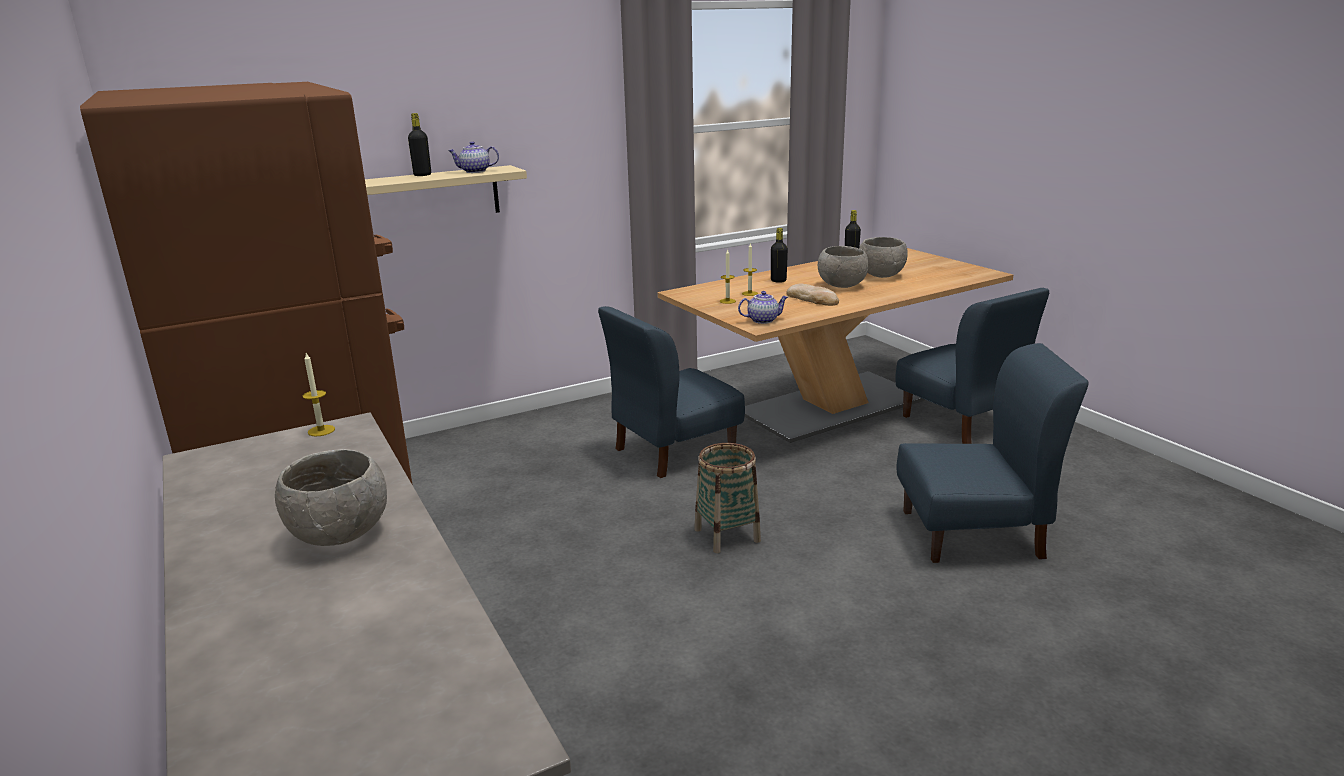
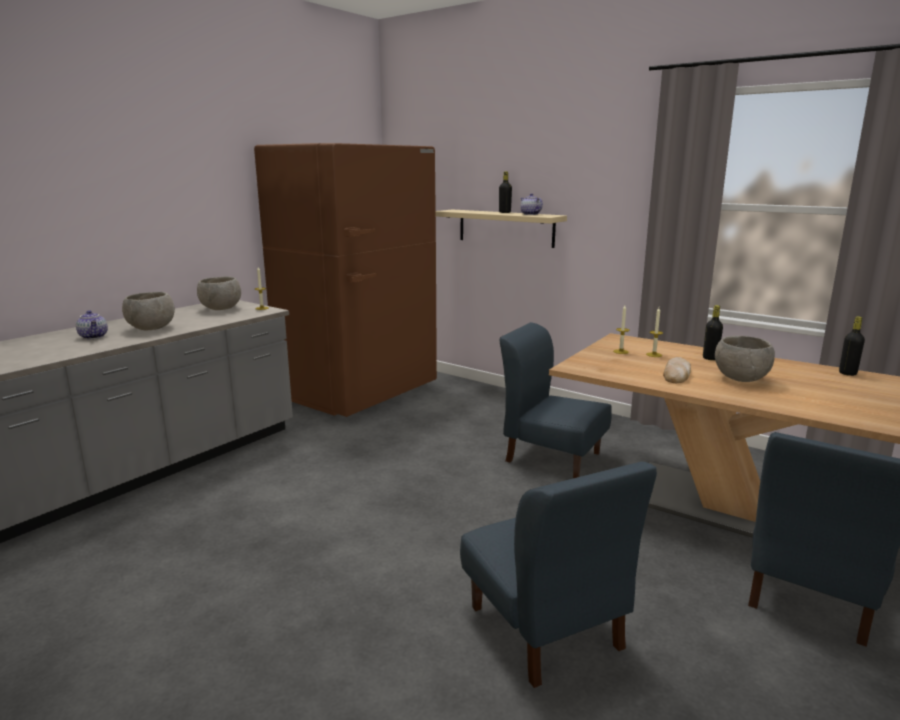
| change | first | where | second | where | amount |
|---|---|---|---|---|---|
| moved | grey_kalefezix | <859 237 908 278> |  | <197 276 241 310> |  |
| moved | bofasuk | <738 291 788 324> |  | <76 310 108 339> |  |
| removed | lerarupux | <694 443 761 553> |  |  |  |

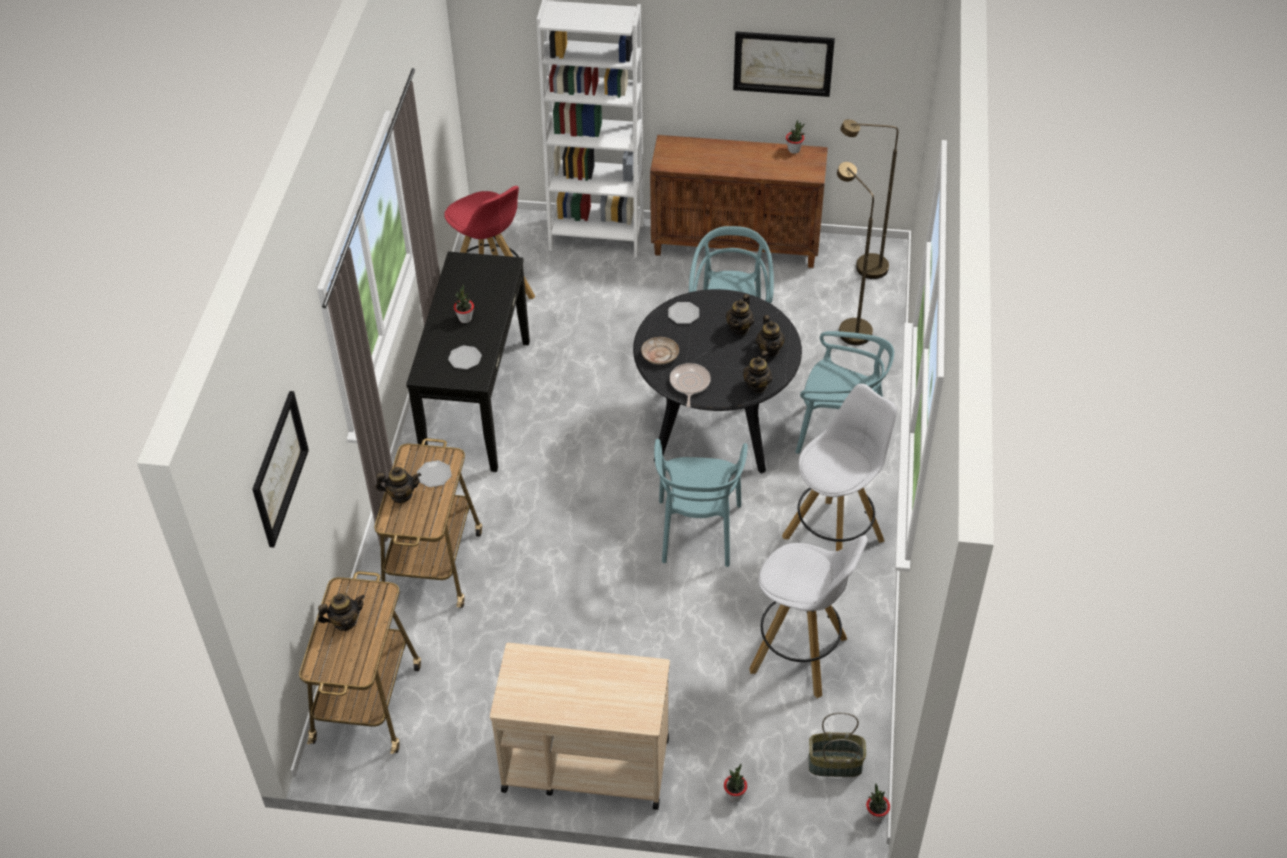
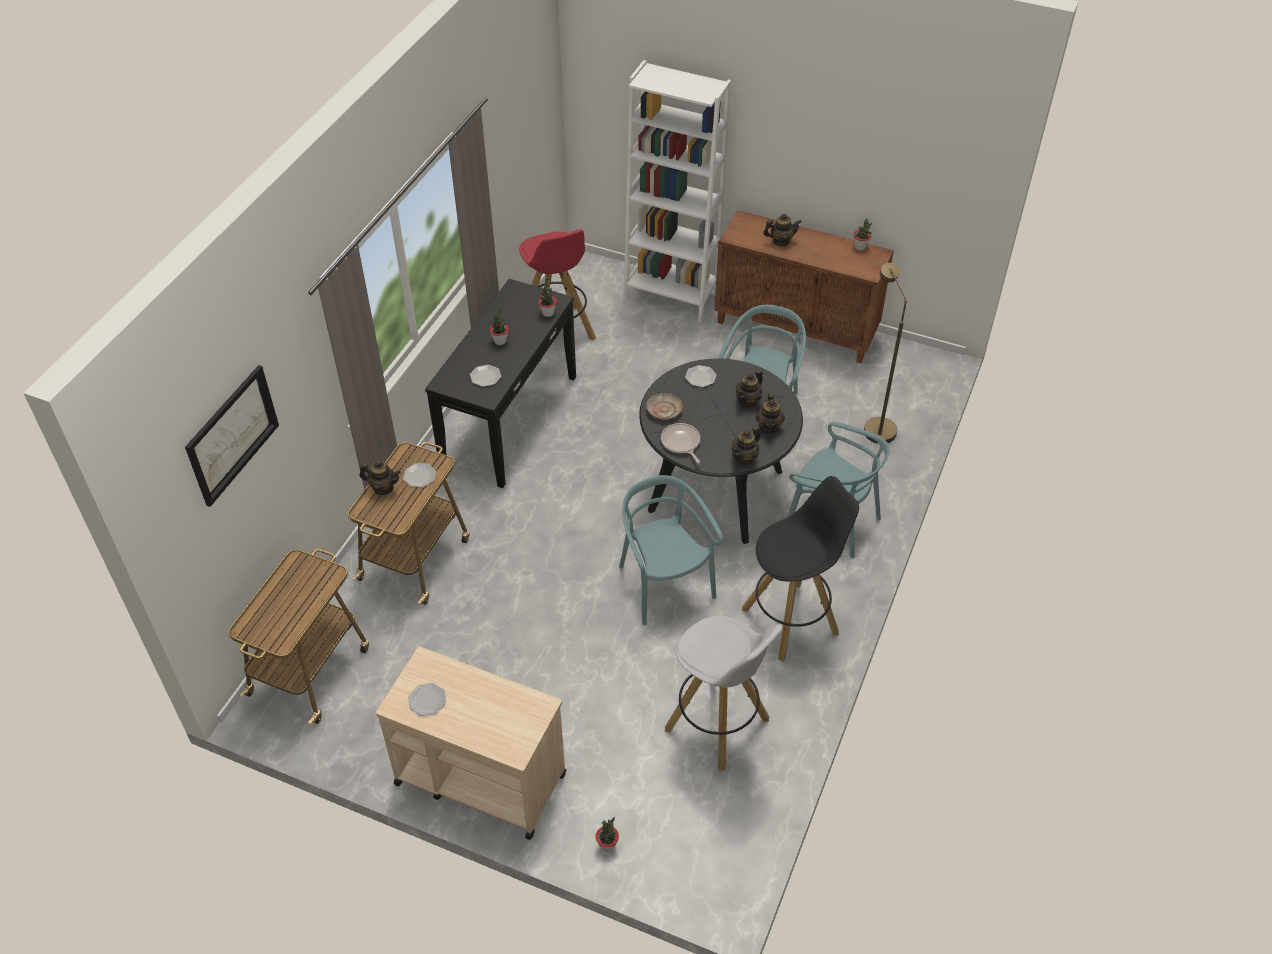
| change | first | where | second | where | amount |
|---|---|---|---|---|---|
| removed | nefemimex | <733 32 835 97> |  |  |  |
| removed | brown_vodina | <840 119 898 279> |  |  |  |
| turned | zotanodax | <670 363 711 408> |  | <661 423 700 463> | 45 degrees counterclockwise |
| recoloured | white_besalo | <782 384 897 551> | black_besalo | <742 476 859 662> |  |
| turned | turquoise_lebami | <654 439 748 567> |  | <619 475 723 625> | 135 degrees clockwise |
| moved | bofasuk | <318 593 365 631> |  | <763 213 802 246> |  |
| removed | lerarupux | <808 712 866 777> |  |  |  |
| moved | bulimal | <866 784 890 822> |  | <538 281 557 317> |  |
| added |  |  | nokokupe | <408 683 446 716> |  |

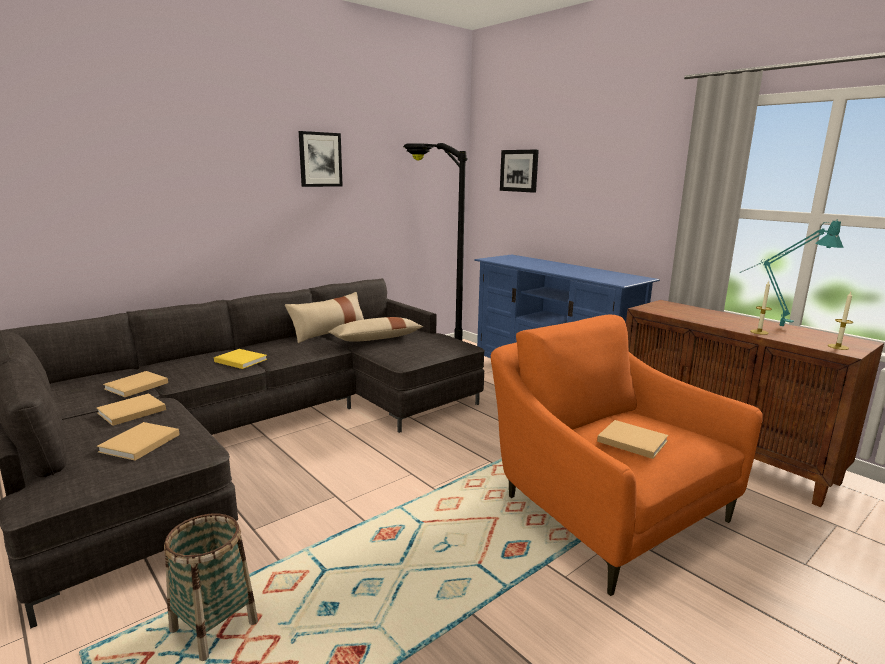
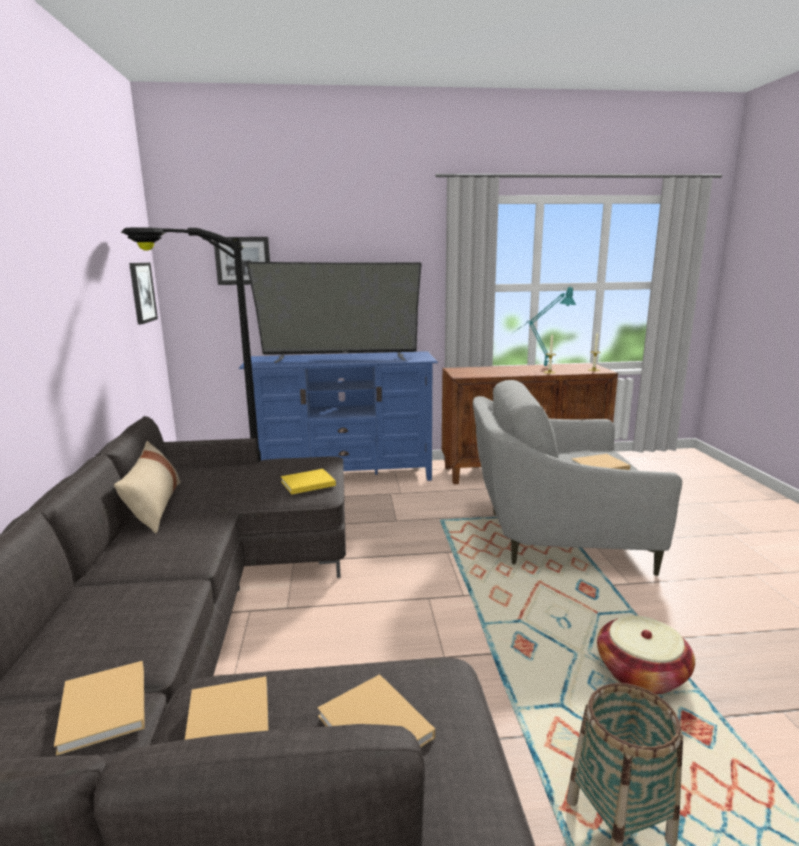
| change | first | where | second | where | amount |
|---|---|---|---|---|---|
| moved | nefemimex | <299 131 343 187> |  | <129 263 158 324> |  |
| recoloured | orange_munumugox | <491 315 763 596> | grey_munumugox | <473 380 682 576> |  |
| removed | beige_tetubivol | <328 317 423 342> |  |  |  |
| moved | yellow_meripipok | <214 349 267 369> |  | <281 469 336 494> |  |
| added |  |  | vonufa | <246 262 422 363> |  |
| added |  |  | lerarupux | <597 615 695 695> |  |

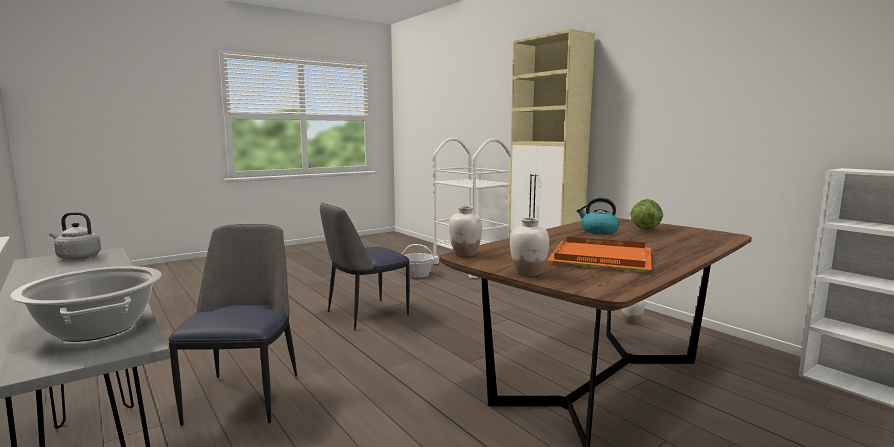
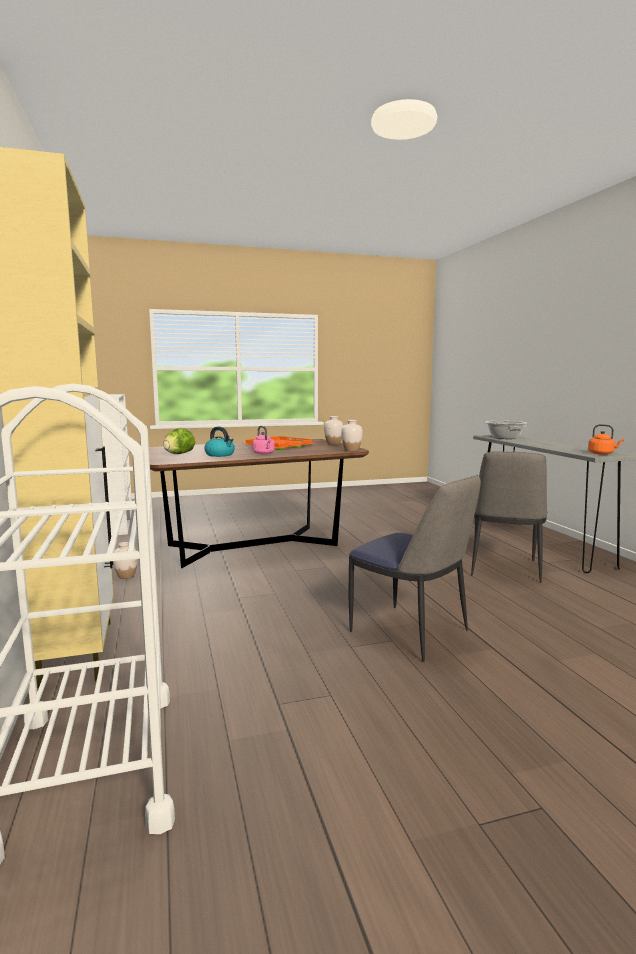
| change | first | where | second | where | amount |
|---|---|---|---|---|---|
| turned | lebami | <320 203 410 330> |  | <348 475 481 662> | 60 degrees clockwise |
| recoloured | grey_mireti | <50 212 101 260> | orange_mireti | <588 424 624 455> |  |
| removed | lerarupux | <402 244 435 278> |  |  |  |
| added |  |  | pink_mireti | <252 426 275 454> |  |

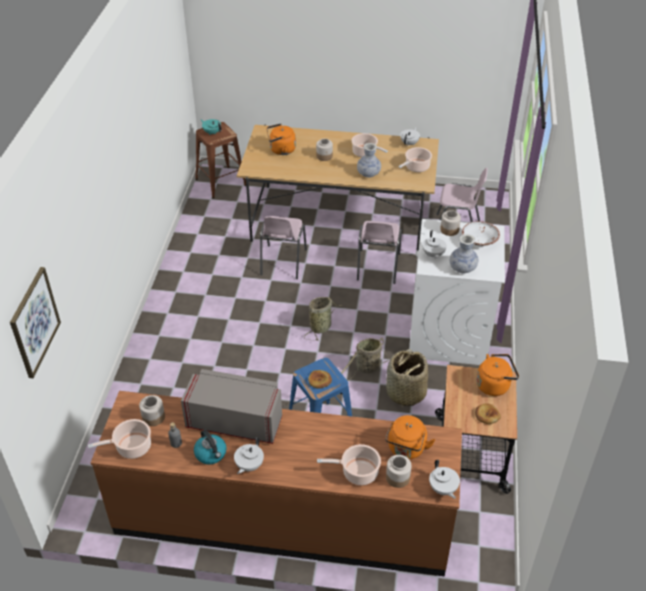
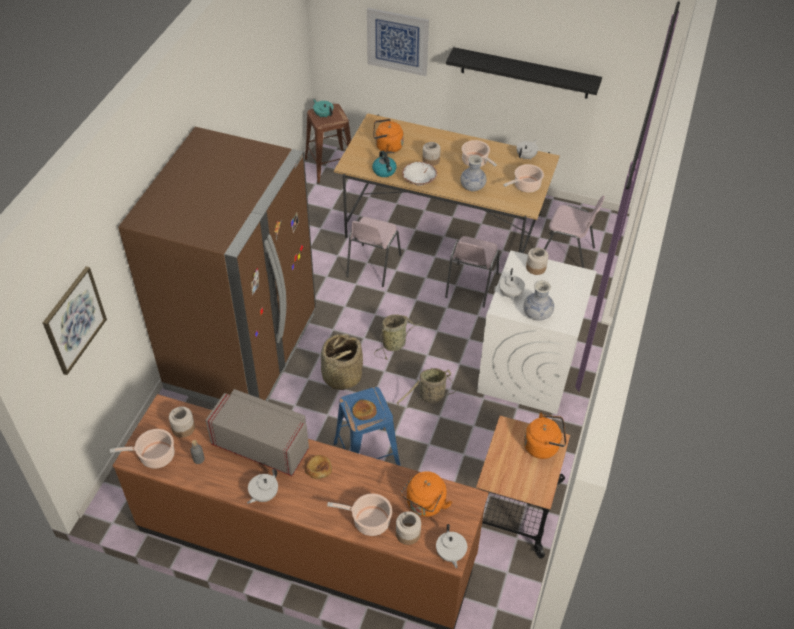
| change | first | where | second | where | amount |
|---|---|---|---|---|---|
| moved | white_kalefezix | <462 221 500 246> |  | <402 162 437 186> |  |
| moved | lerarupux | <386 349 428 407> |  | <321 334 363 390> |  |
| moved | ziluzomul | <475 403 501 424> |  | <305 455 332 479> |  |
| moved | mireti | <194 430 227 464> |  | <372 151 397 177> |  |
| added |  |  | nefemimex | <367 8 429 76> |  |
| added |  |  | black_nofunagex | <446 47 602 99> |  |
| added |  |  | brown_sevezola | <118 127 316 404> |  |

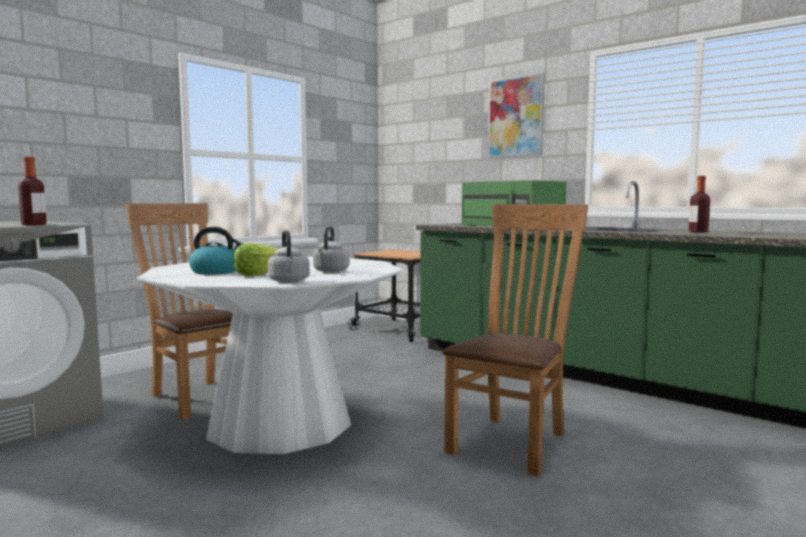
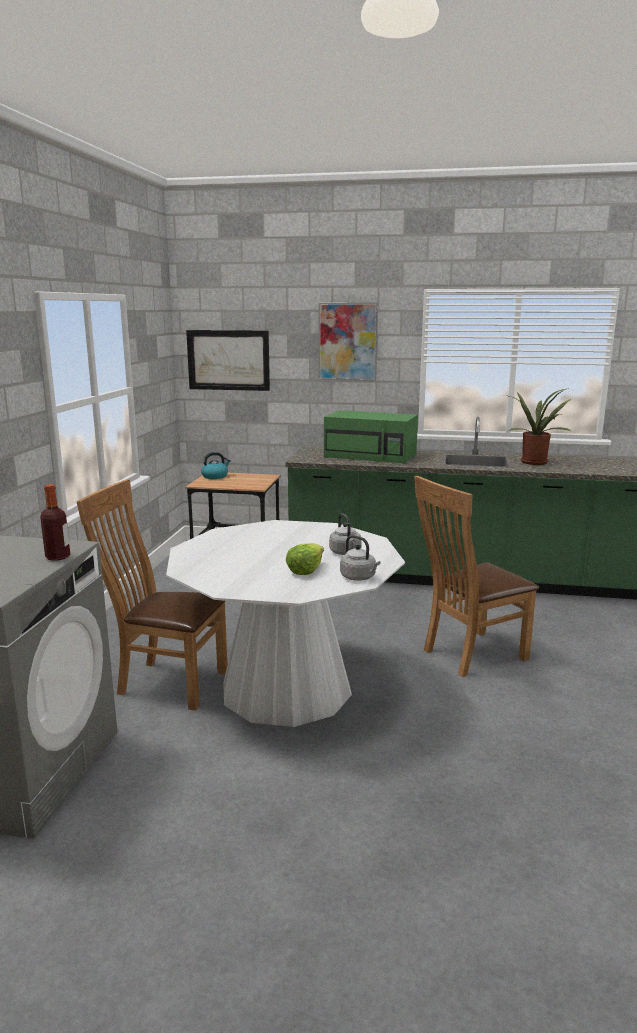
| change | first | where | second | where | amount |
|---|---|---|---|---|---|
| replaced | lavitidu | <688 176 710 233> | bulimal | <505 388 572 465> |  |
| turned | brown_lebami | <442 204 588 476> |  | <414 475 539 677> | 120 degrees counterclockwise |
| moved | mireti | <189 227 243 275> |  | <201 452 231 479> |  |
| added |  |  | nefemimex | <186 330 270 391> |  |

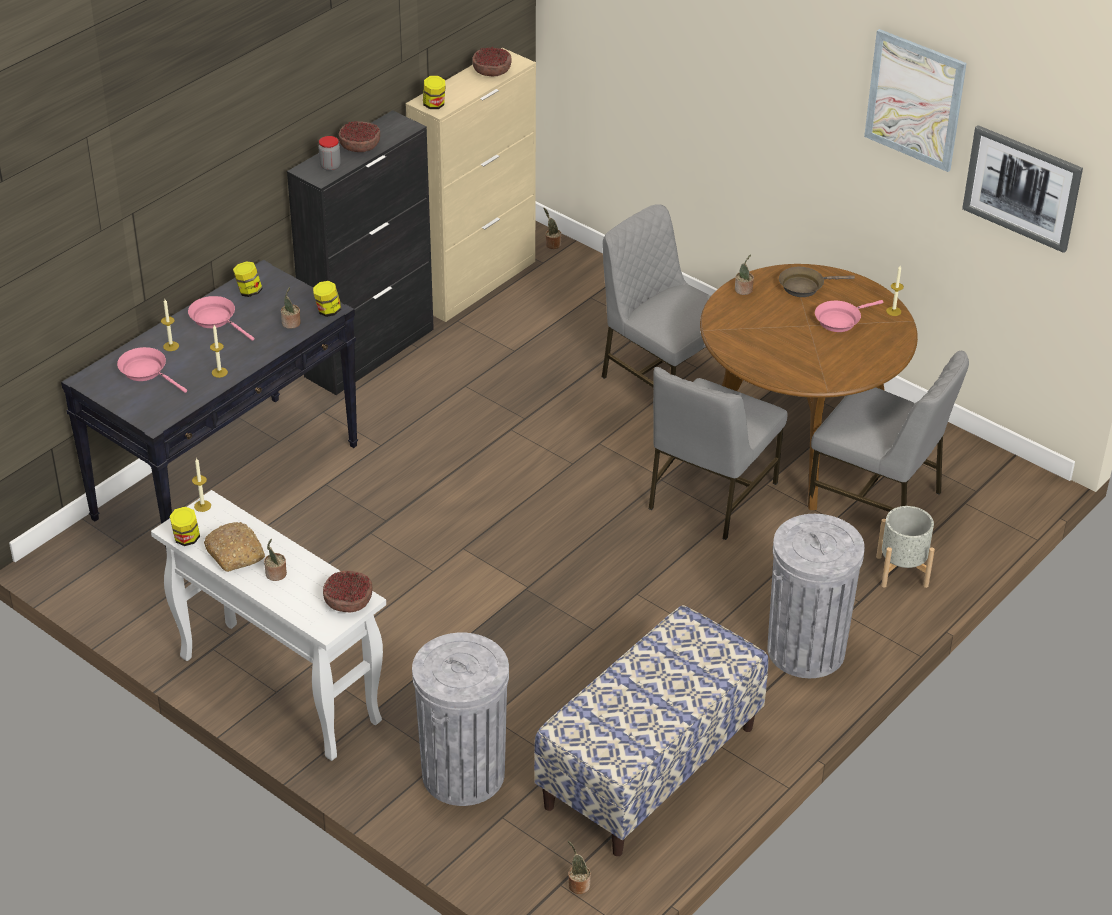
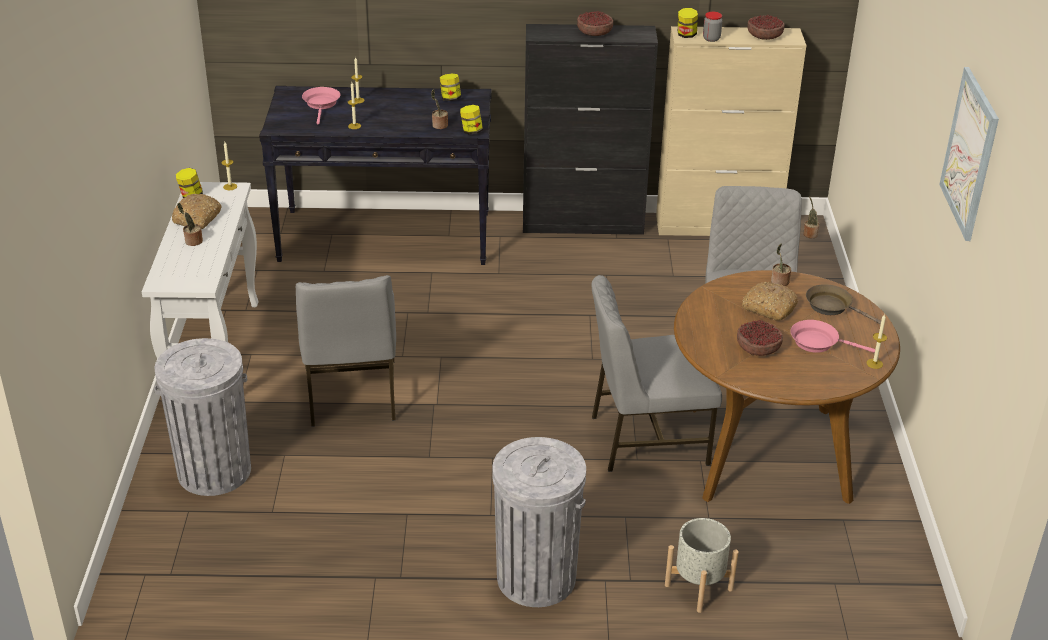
| change | first | where | second | where | amount |
|---|---|---|---|---|---|
| removed | nefemimex | <962 125 1083 253> |  |  |  |
| moved | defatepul | <318 136 341 171> |  | <703 12 722 42> |  |
| removed | pink_zotanodax | <188 296 254 341> |  |  |  |
| moved | grey_lebami | <808 351 969 512> |  | <296 275 396 427> |  |
| moved | kalefezix | <323 571 373 612> |  | <737 320 783 356> |  |
| removed | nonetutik | <534 605 769 856> |  |  |  |
| removed | bulimal | <568 841 591 894> |  |  |  |
| added |  |  | ziluzomul | <742 282 798 321> |  |

